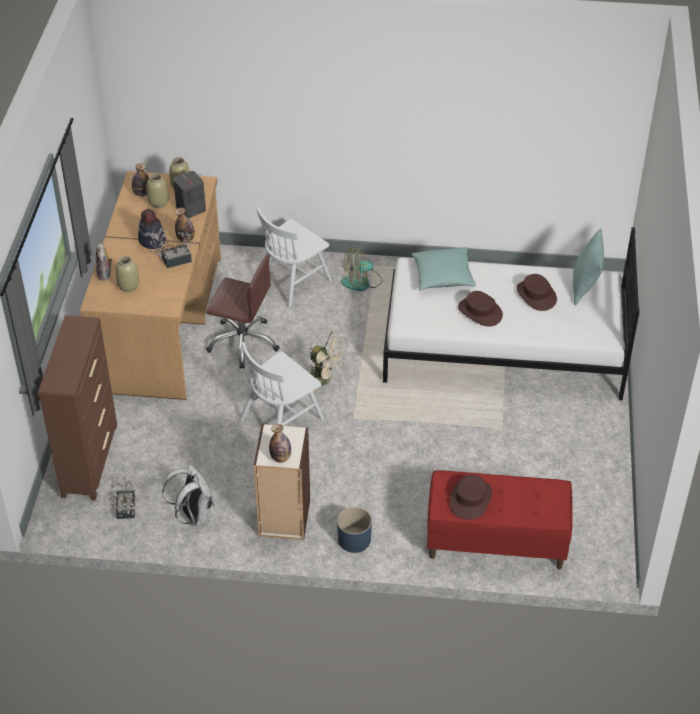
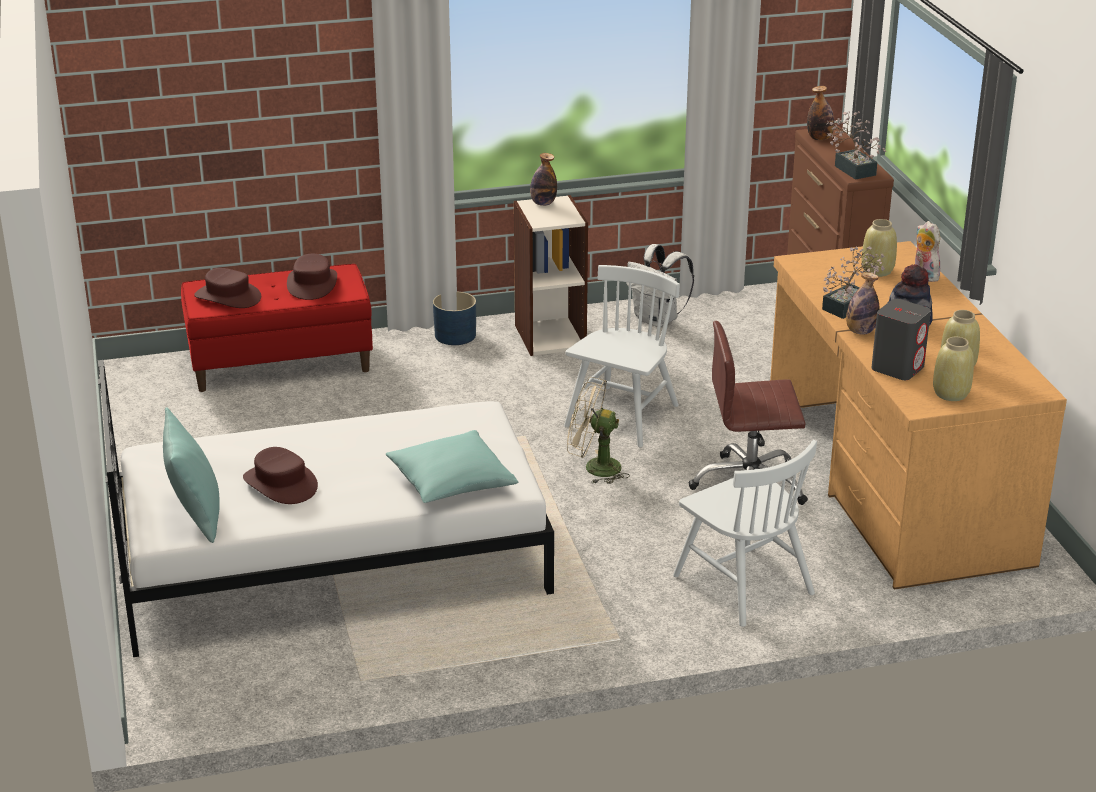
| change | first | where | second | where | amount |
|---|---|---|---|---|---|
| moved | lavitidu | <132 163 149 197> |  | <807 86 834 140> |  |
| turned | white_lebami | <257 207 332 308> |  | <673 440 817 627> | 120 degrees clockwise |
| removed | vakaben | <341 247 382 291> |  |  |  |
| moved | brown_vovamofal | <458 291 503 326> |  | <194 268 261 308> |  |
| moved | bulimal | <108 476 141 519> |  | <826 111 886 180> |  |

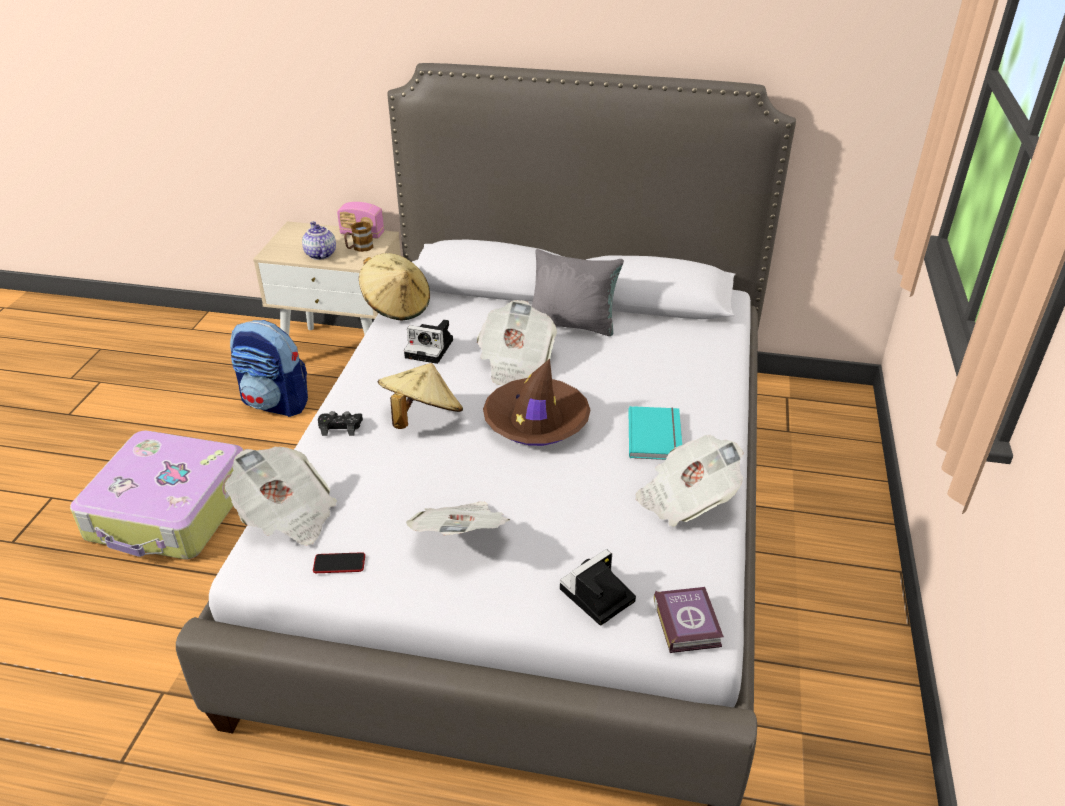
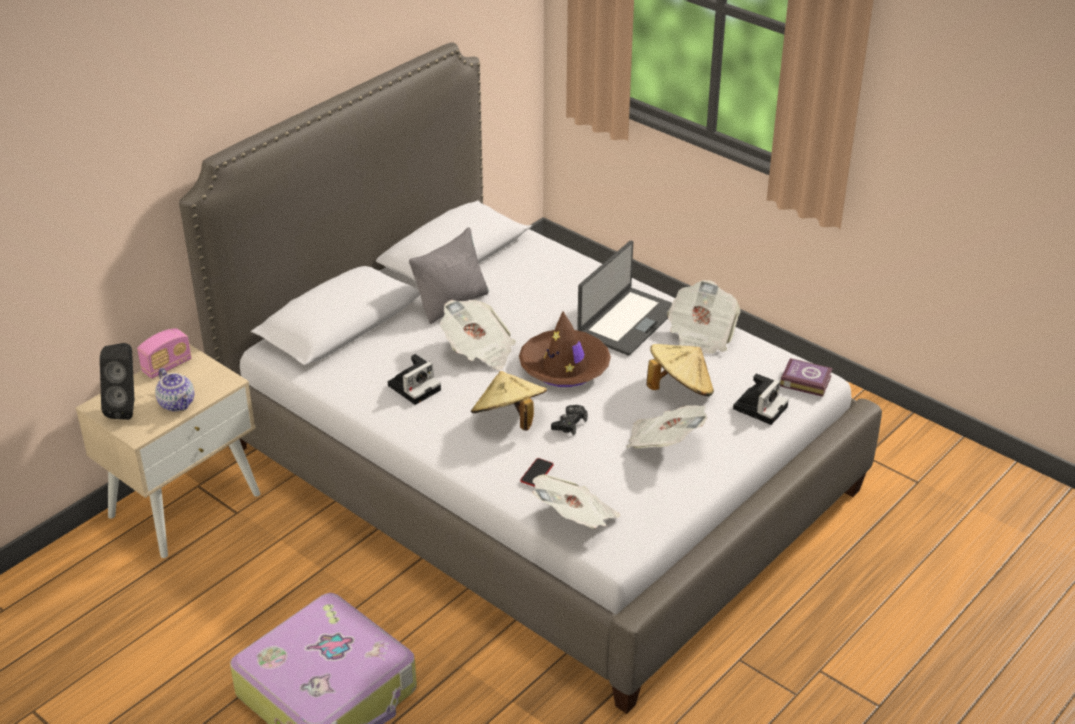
| change | first | where | second | where | amount |
|---|---|---|---|---|---|
| turned | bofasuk | <302 221 336 260> |  | <155 368 194 412> | 135 degrees counterclockwise |
| removed | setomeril | <344 222 373 252> |  |  |  |
| moved | beige_vovamofal | <359 253 430 321> |  | <646 344 714 396> |  |
| removed | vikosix | <230 320 308 417> |  |  |  |
| replaced | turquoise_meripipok | <629 406 682 460> | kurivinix | <577 241 672 356> |  |
| moved | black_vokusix | <318 411 363 436> |  | <551 405 588 436> |  |
| turned | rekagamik | <560 549 636 625> |  | <733 374 789 425> | 135 degrees counterclockwise |
| moved | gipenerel | <313 552 365 573> |  | <520 458 554 487> |  |
| added |  |  | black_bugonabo | <100 343 134 420> |  |

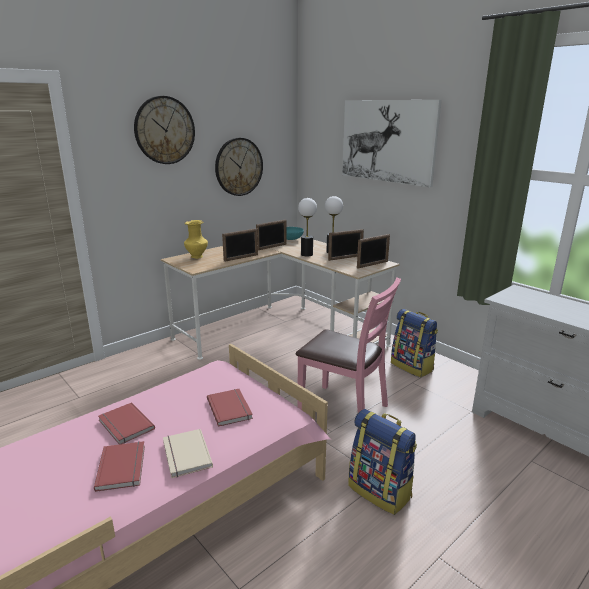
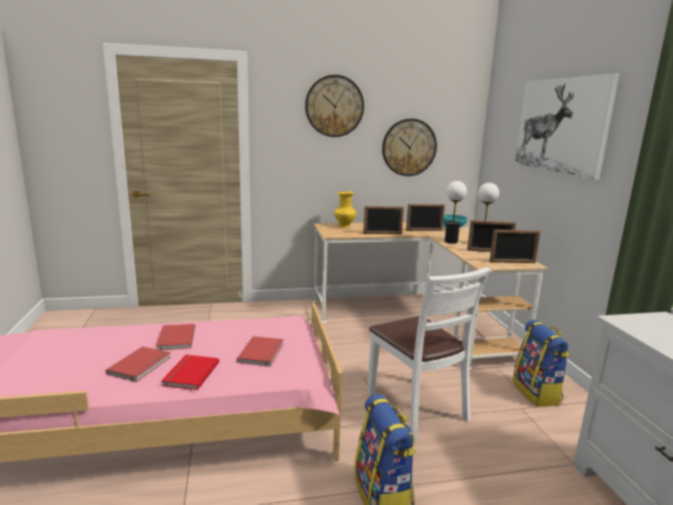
| change | first | where | second | where | amount |
|---|---|---|---|---|---|
| recoloured | pink_lebami | <296 277 401 413> | white_lebami | <368 267 491 440> |  |
| recoloured | beige_meripipok | <163 429 213 478> | red_meripipok | <161 355 219 390> |  |

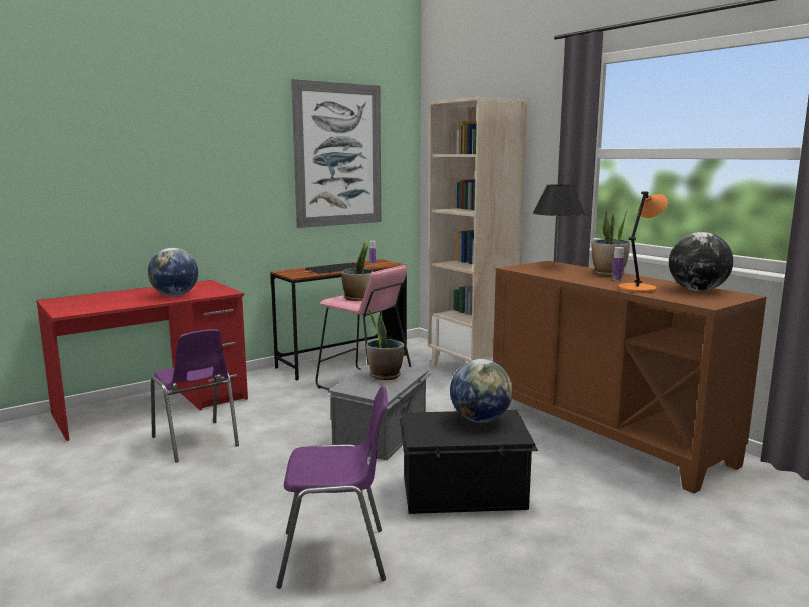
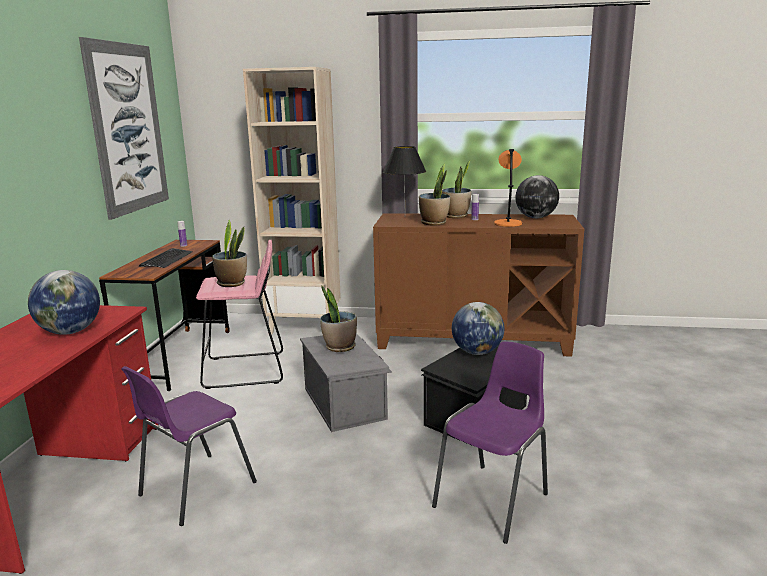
| change | first | where | second | where | amount |
|---|---|---|---|---|---|
| turned | purple_lebami | <151 329 239 463> |  | <121 366 257 526> | 120 degrees clockwise |
| added |  |  | bulimal | <419 164 450 226> |  |

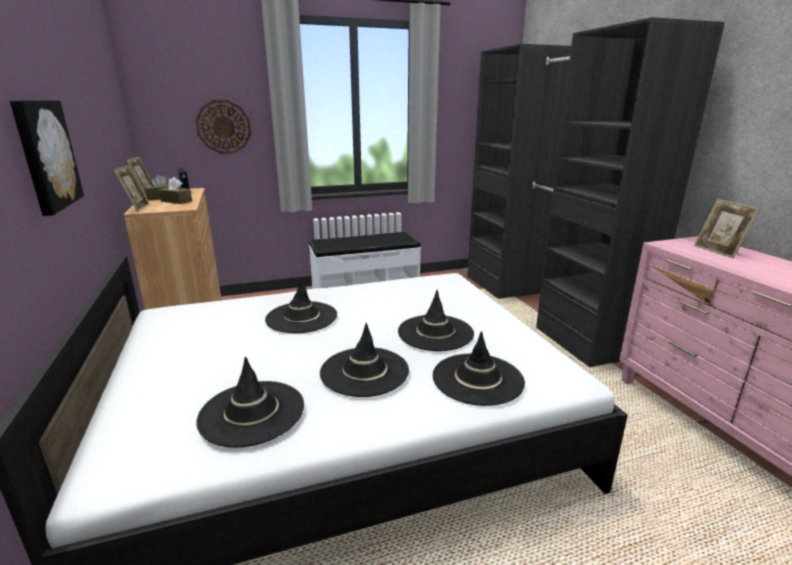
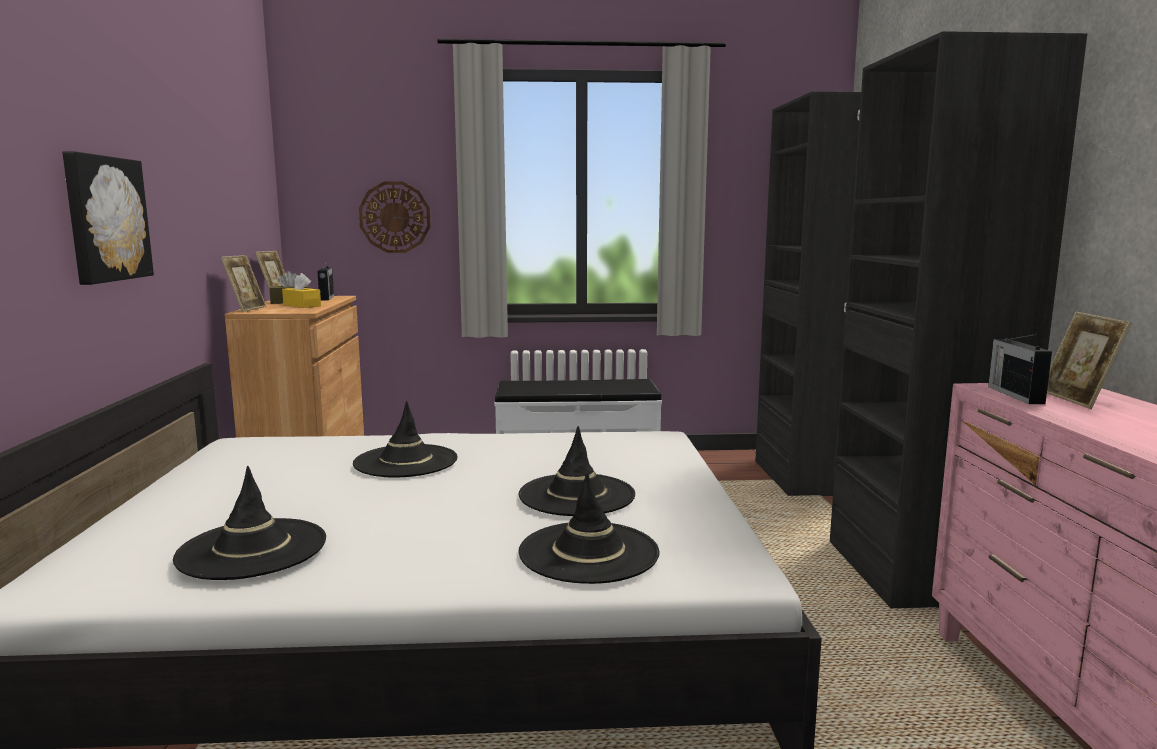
| change | first | where | second | where | amount |
|---|---|---|---|---|---|
| recoloured | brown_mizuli | <159 177 192 204> | yellow_mizuli | <282 273 321 308> |  |
| removed | black_vovamofal | <320 323 409 397> |  |  |  |
| added |  |  | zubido | <988 334 1052 404> |  |

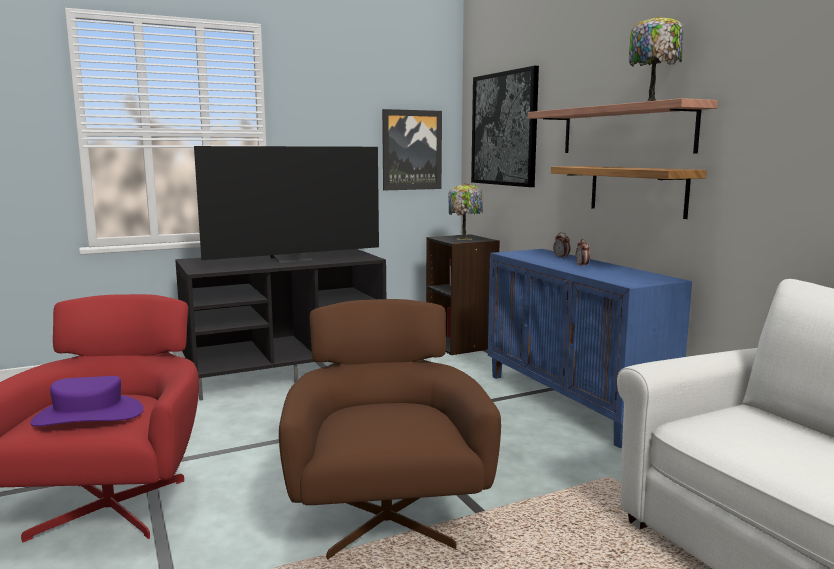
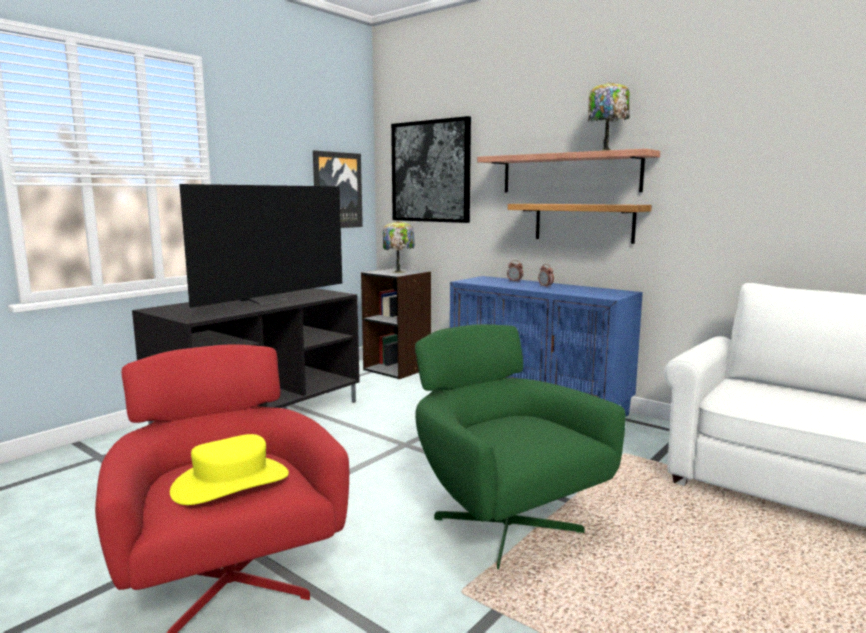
| change | first | where | second | where | amount |
|---|---|---|---|---|---|
| recoloured | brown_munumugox | <279 299 501 559> | green_munumugox | <415 324 626 569> |  |
| recoloured | purple_vovamofal | <30 376 143 427> | yellow_vovamofal | <170 434 289 505> |  |

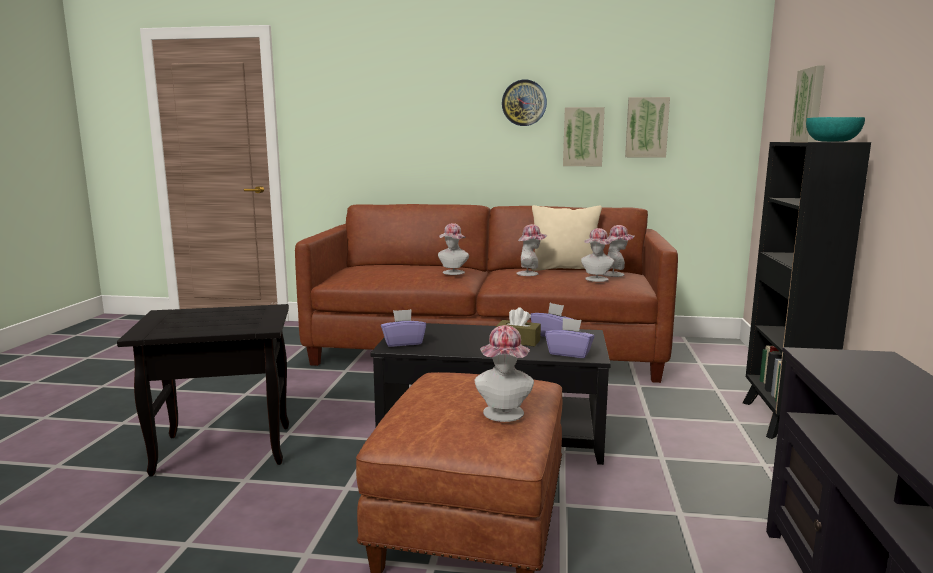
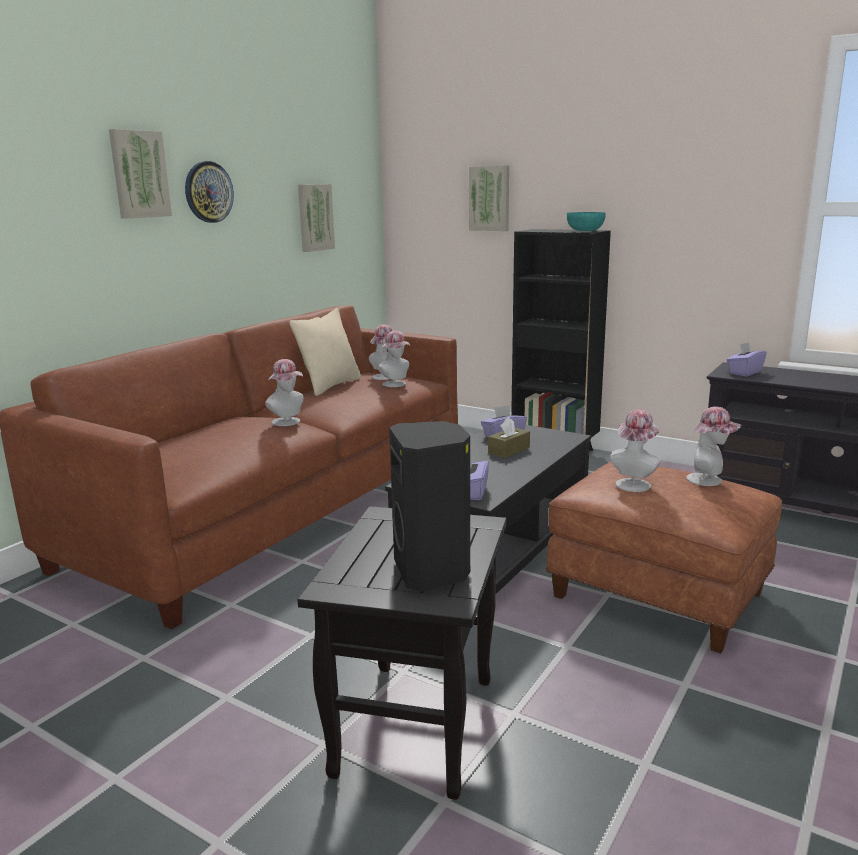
| change | first | where | second | where | amount |
|---|---|---|---|---|---|
| moved | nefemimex | <563 107 605 166> |  | <109 129 172 219> |  |
| moved | vovamofal | <516 224 547 276> |  | <610 409 660 492> |  |
| moved | purple_mizuli | <545 318 595 358> |  | <727 342 767 376> |  |
| added |  |  | black_bugonabo | <389 421 470 592> |  |

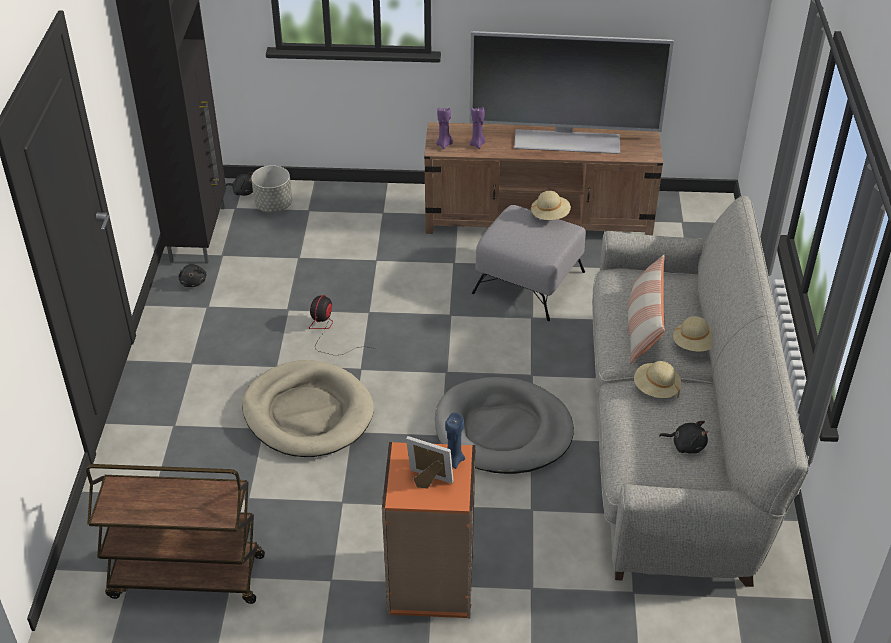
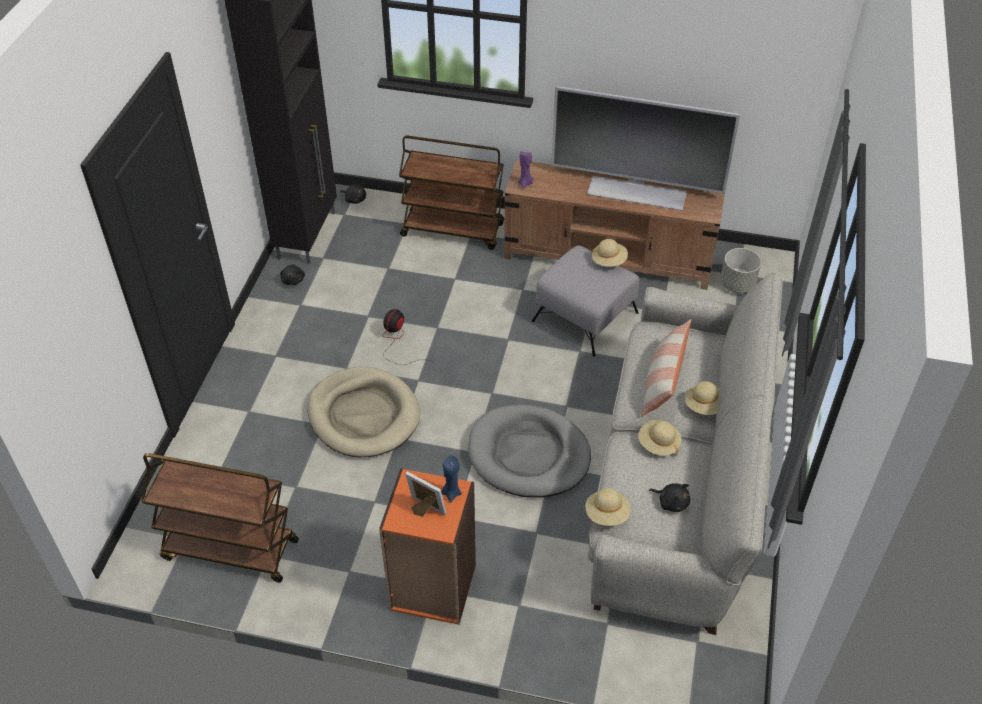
| change | first | where | second | where | amount |
|---|---|---|---|---|---|
| removed | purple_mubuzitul | <470 107 486 149> |  |  |  |
| moved | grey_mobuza | <251 165 292 212> |  | <720 248 761 293> |  |
| added |  |  | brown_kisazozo | <399 135 505 250> |  |
| added |  |  | beige_vovamofal | <585 488 631 526> |  |

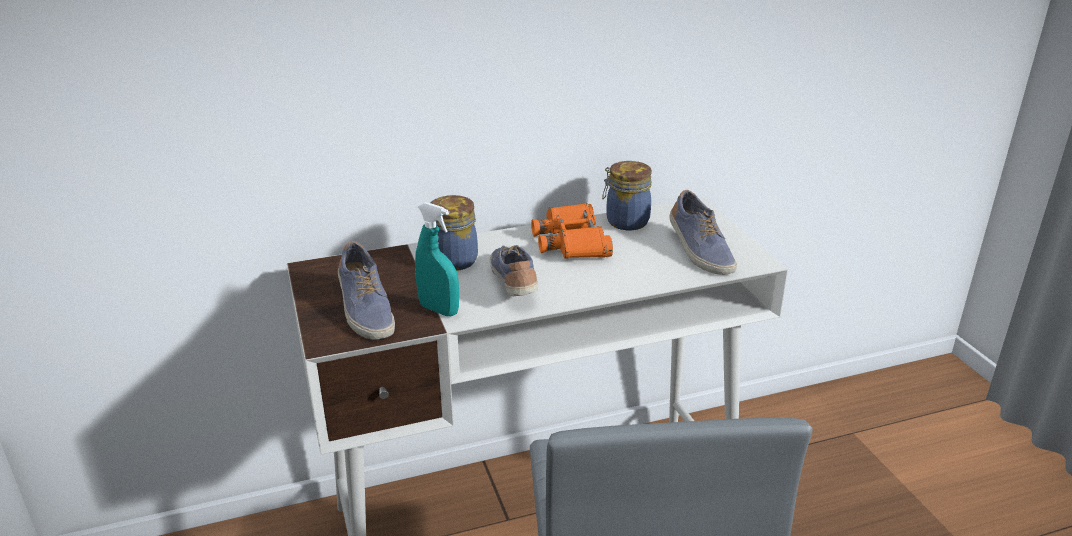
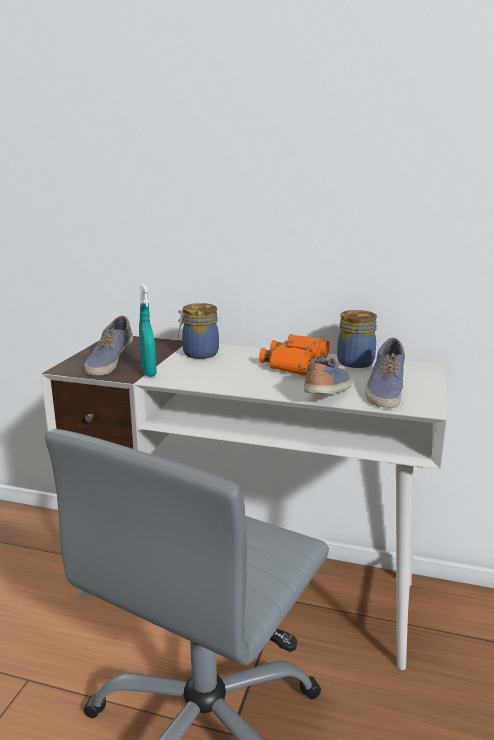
| change | first | where | second | where | amount |
|---|---|---|---|---|---|
| moved | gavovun | <490 245 538 296> |  | <304 355 352 394> |  |

